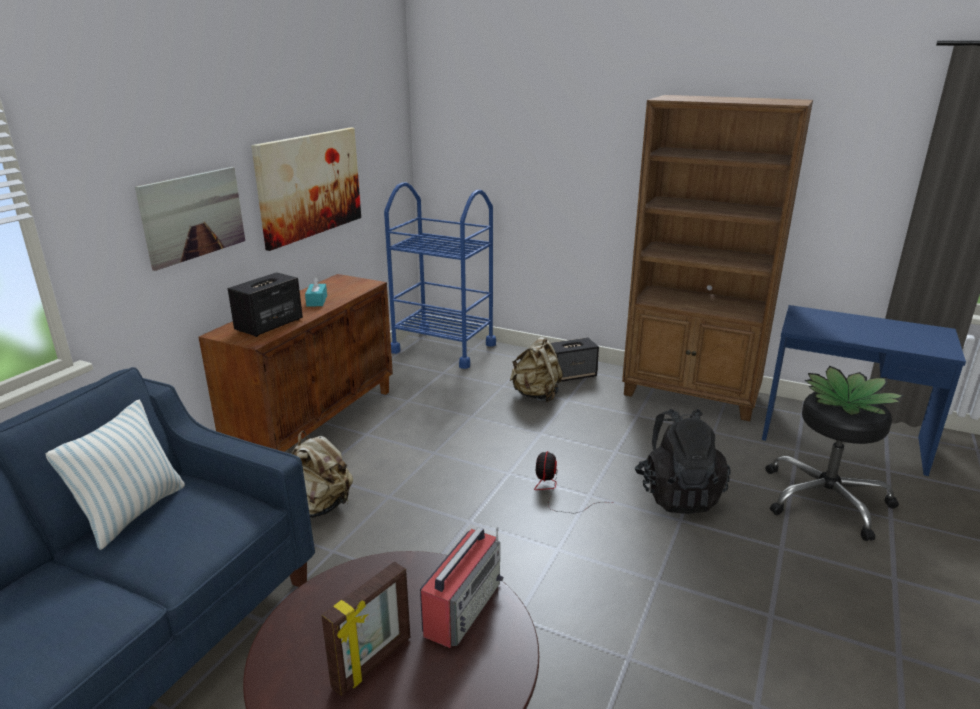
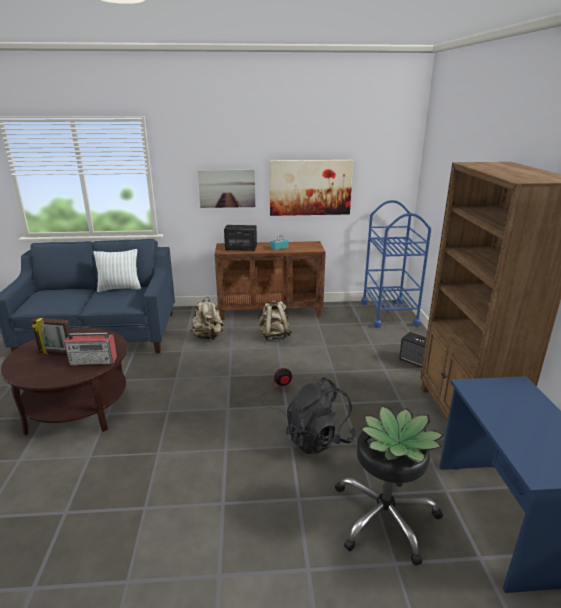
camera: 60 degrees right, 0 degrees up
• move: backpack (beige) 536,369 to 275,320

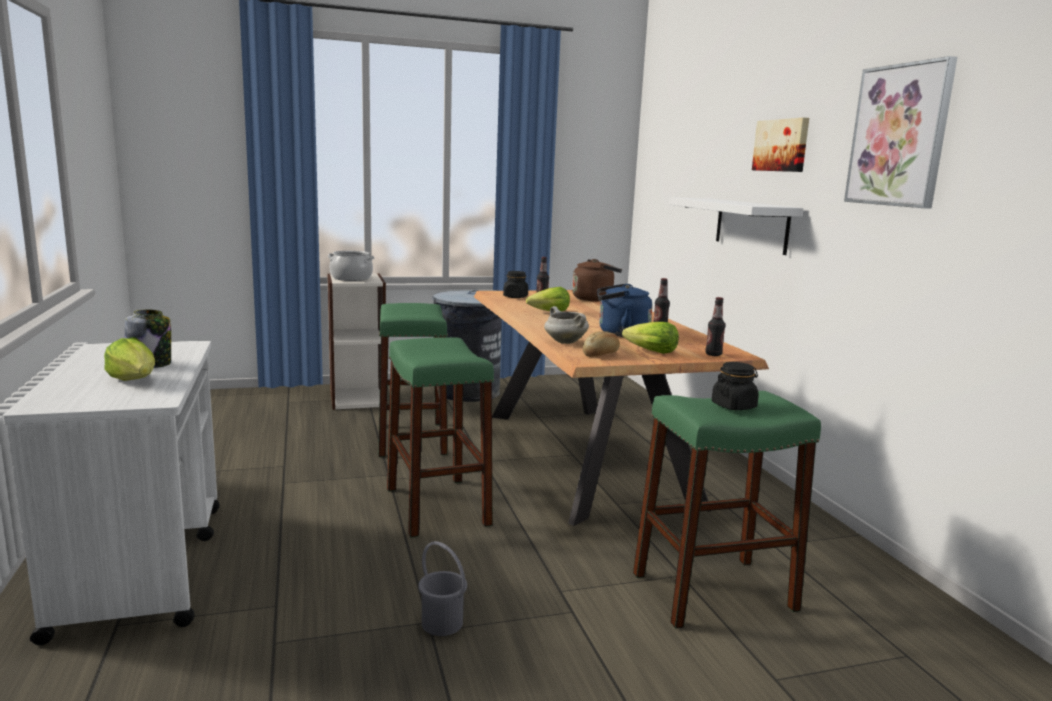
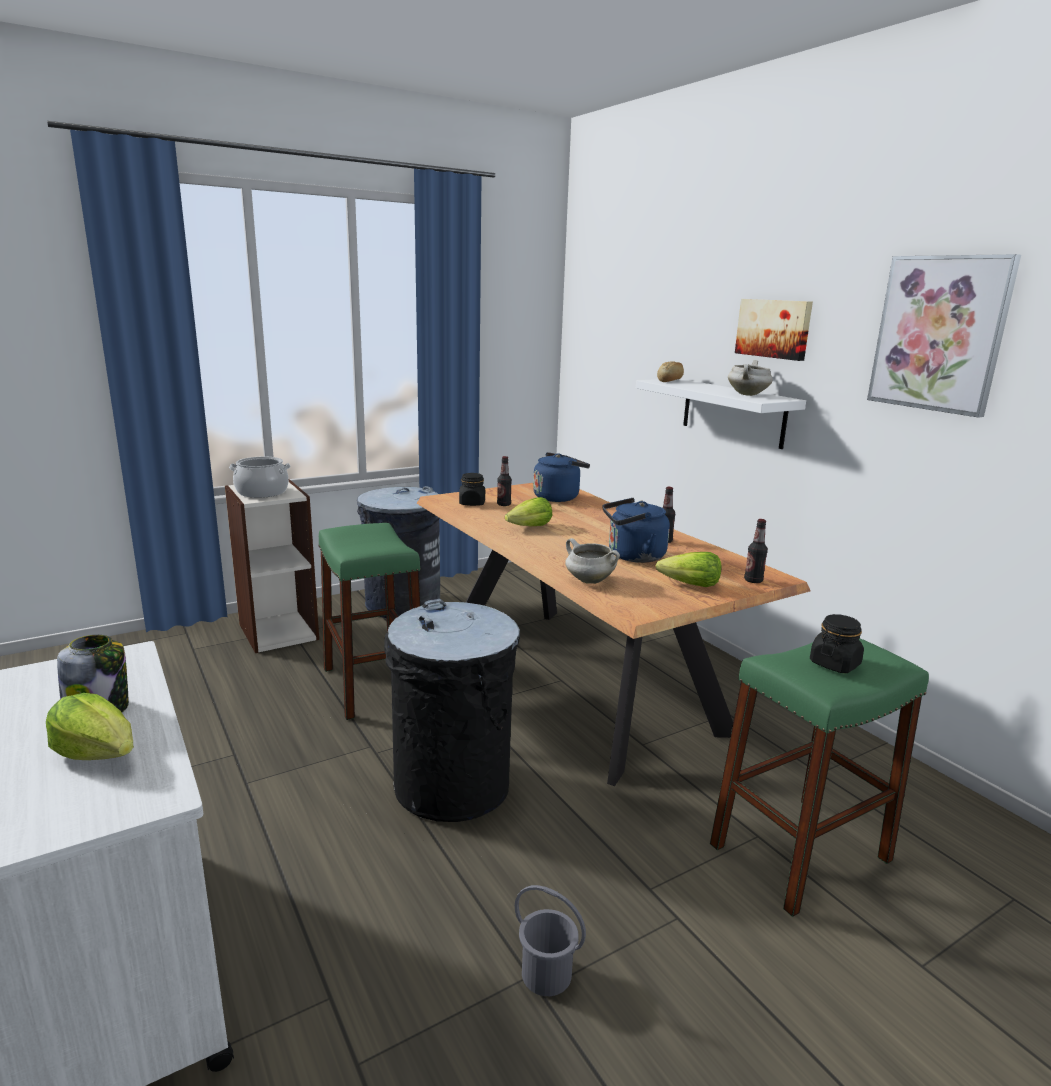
camera: 15 degrees left, 5 degrees up
• replace: stool (green) 440,437 to trash can (black) 452,710
• recolor: kettle (brown) 597,280 to kettle (blue) 561,477
• move: bread 601,344 to 670,371
• insert: cooking pot (white) 750,378

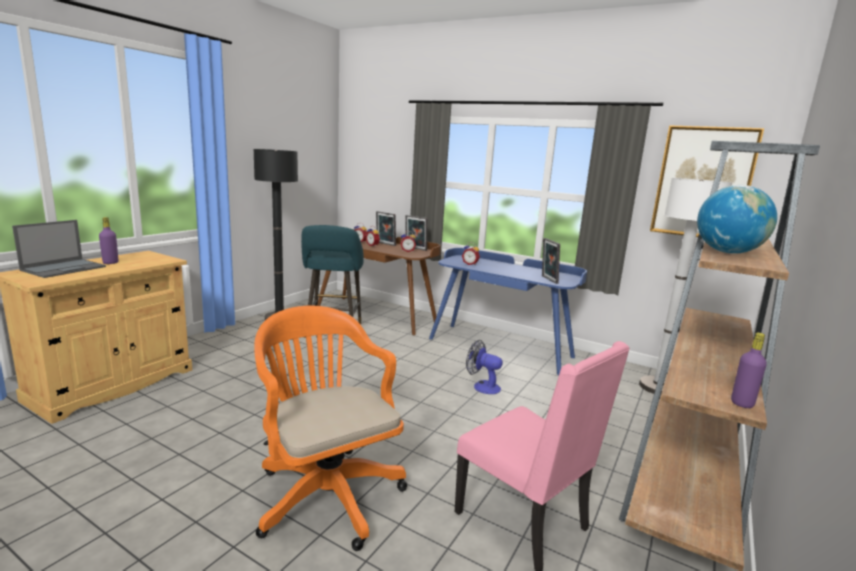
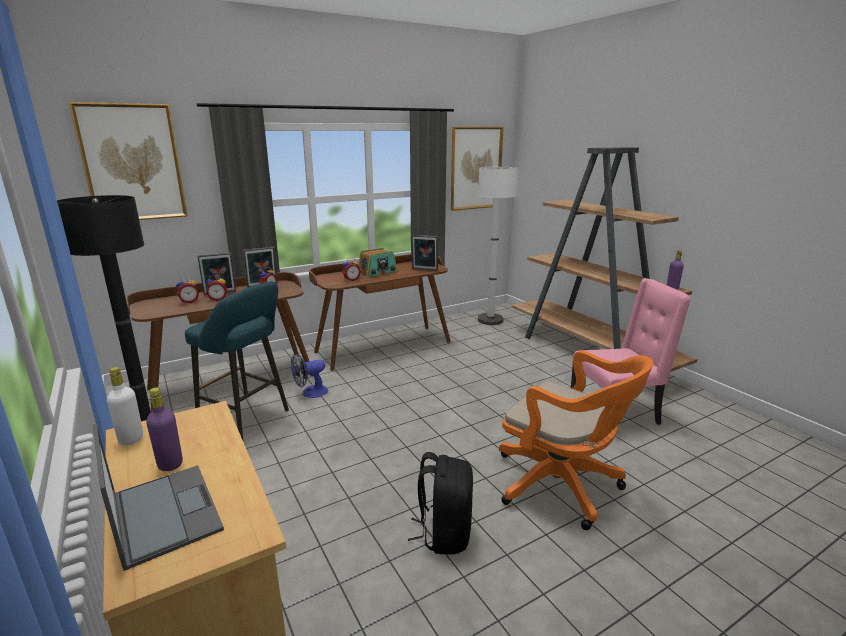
camera: 60 degrees left, 5 degrees up
• insert: picture 128,161
• insert: bottle (white) 125,406
• move: fan 484,367 to 309,375
• recolor: desk (blue) 508,311 to desk (brown) 380,312
• insert: radio 377,262
• insert: backpack (black) 440,503
• rotate: office chair (orange) 330,428 = 576,440 135 degrees counterclockwise
• delete: globe 737,219

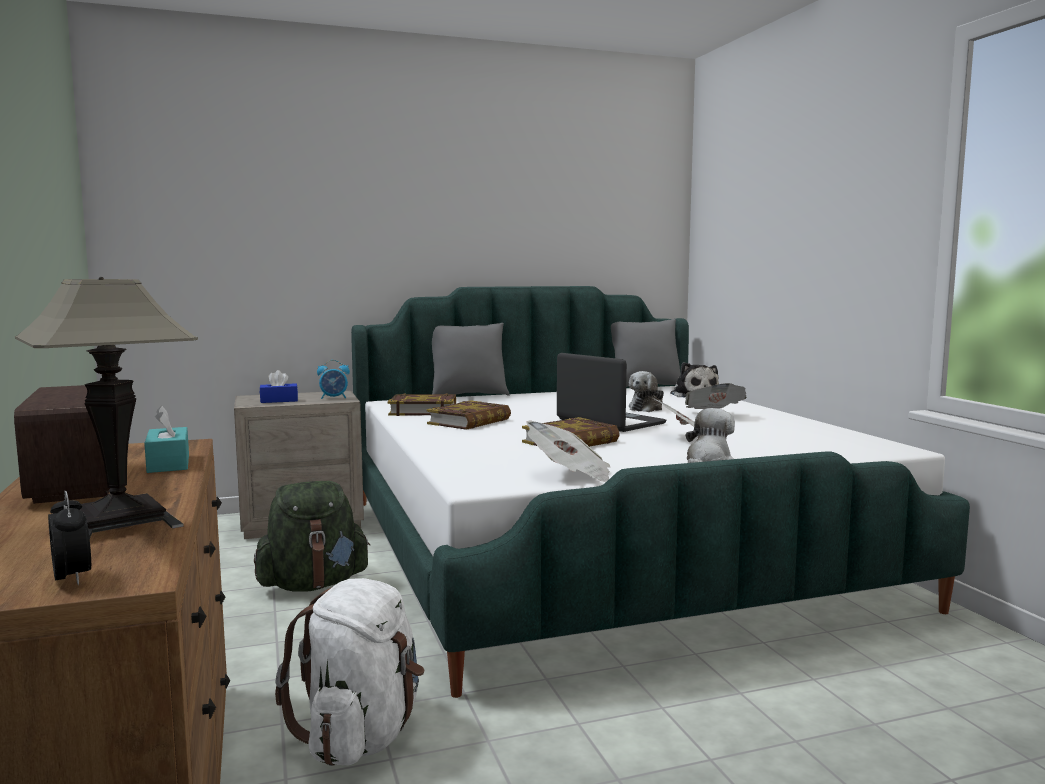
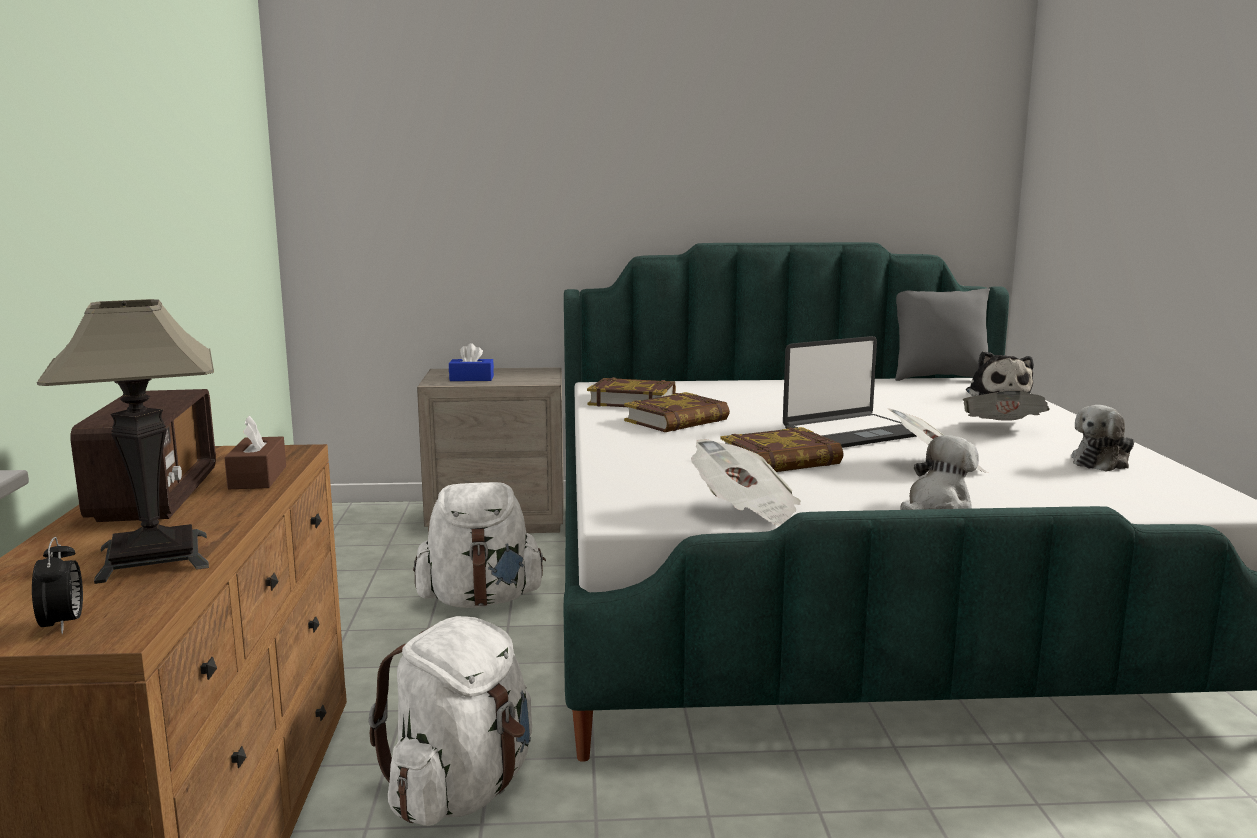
camera: 15 degrees right, 5 degrees up
• recolor: tissue box (turquoise) 166,439 to tissue box (brown) 255,452
• recolor: backpack (green) 312,536 to backpack (white) 479,545
• rotate: laptop 611,392 = 850,392 90 degrees clockwise
• move: plush toy 646,391 to 1102,438
• delete: alarm clock 333,379
• delete: pillow (grey) 471,359

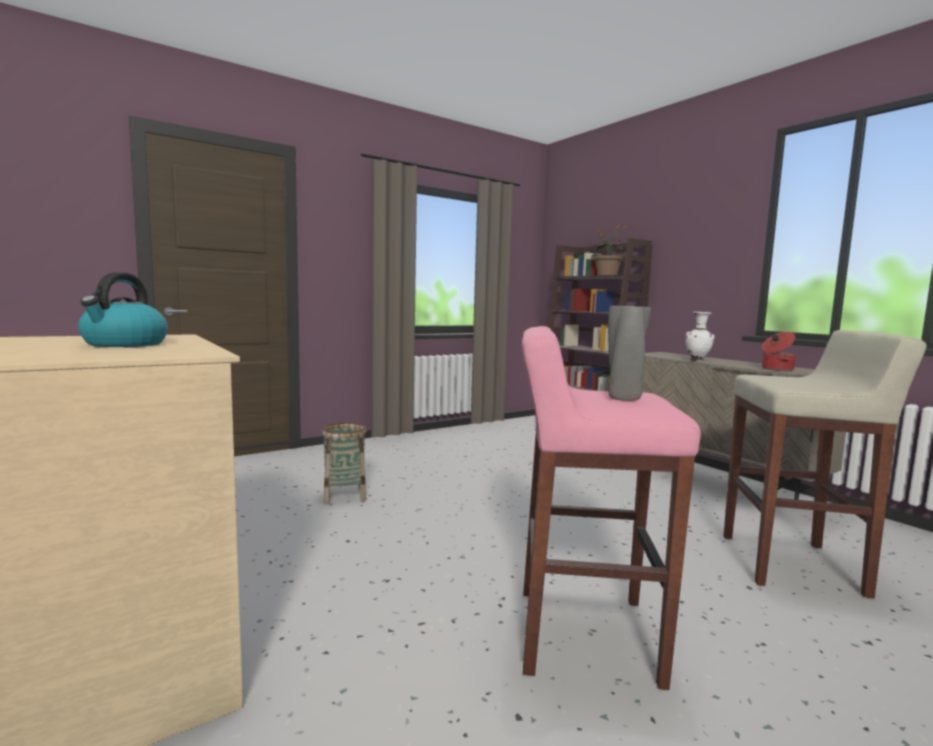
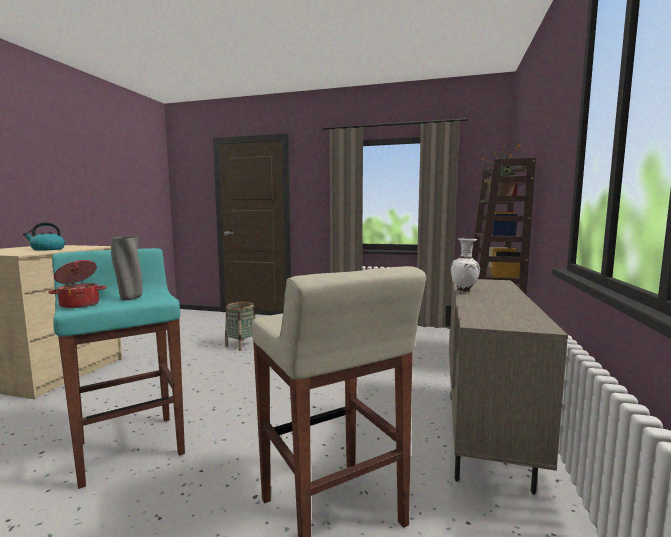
camera: 50 degrees right, 0 degrees up
• move: cooking pot 779,351 to 77,284
• recolor: stool (pink) 611,508 to stool (turquoise) 118,368

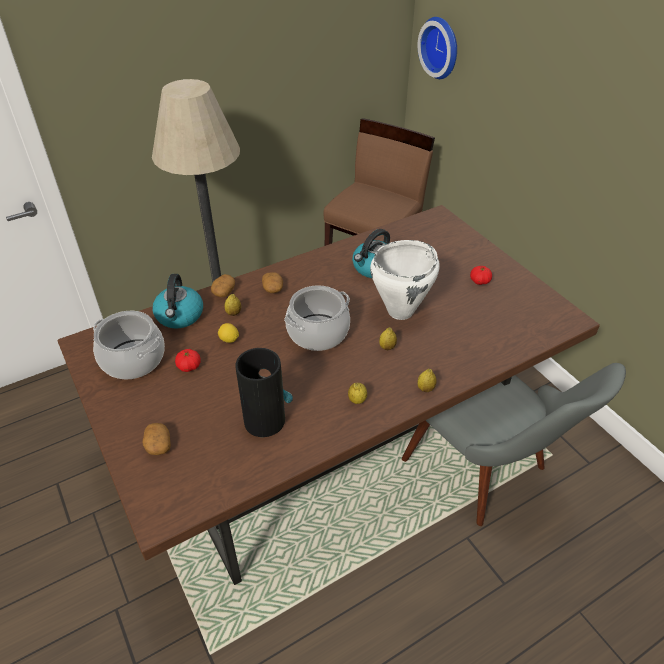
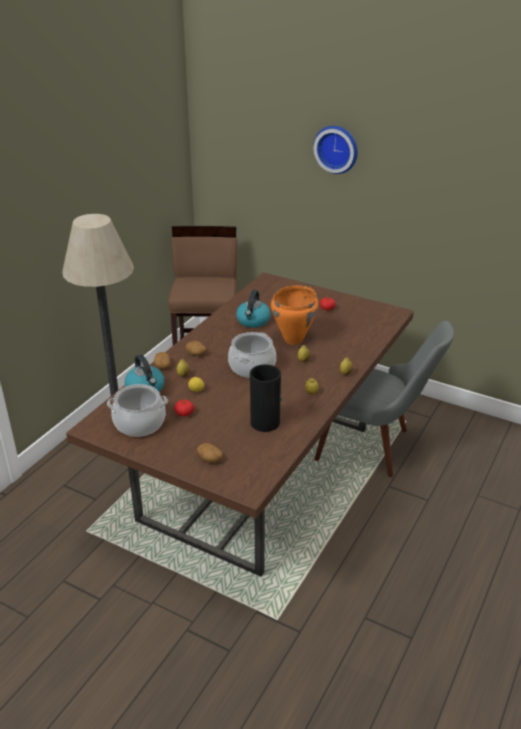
camera: 30 degrees left, 10 degrees down
• recolor: cooking pot (white) 405,280 to cooking pot (orange) 294,315
• move: wall clock 437,48 to 335,150

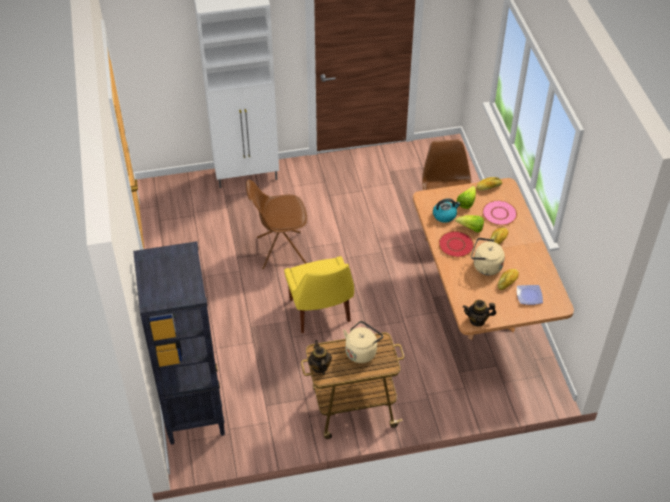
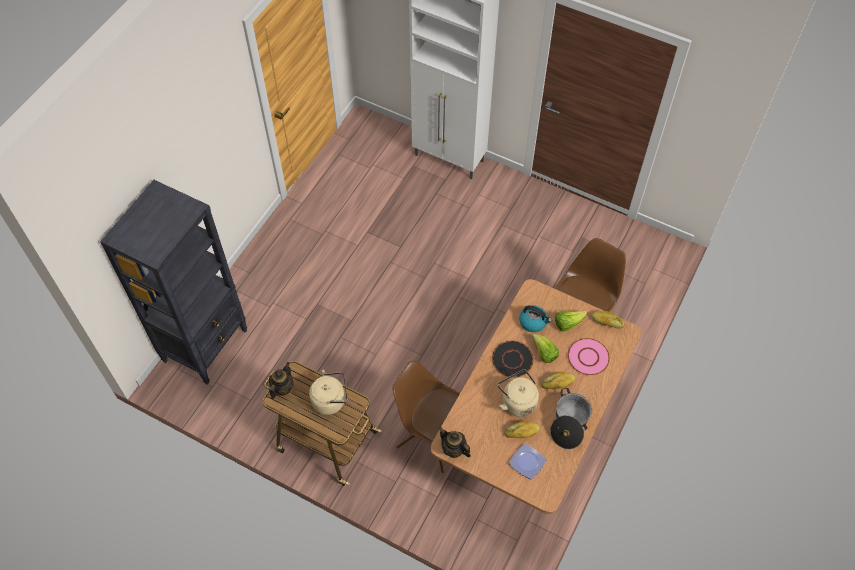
camera: 40 degrees right, 10 degrees up
• move: chair (brown) 276,224 to 426,417
• recolor: plate (red) 456,244 to plate (black) 513,359
• insert: cooking pot 571,418
• delete: chair (yellow) 319,294

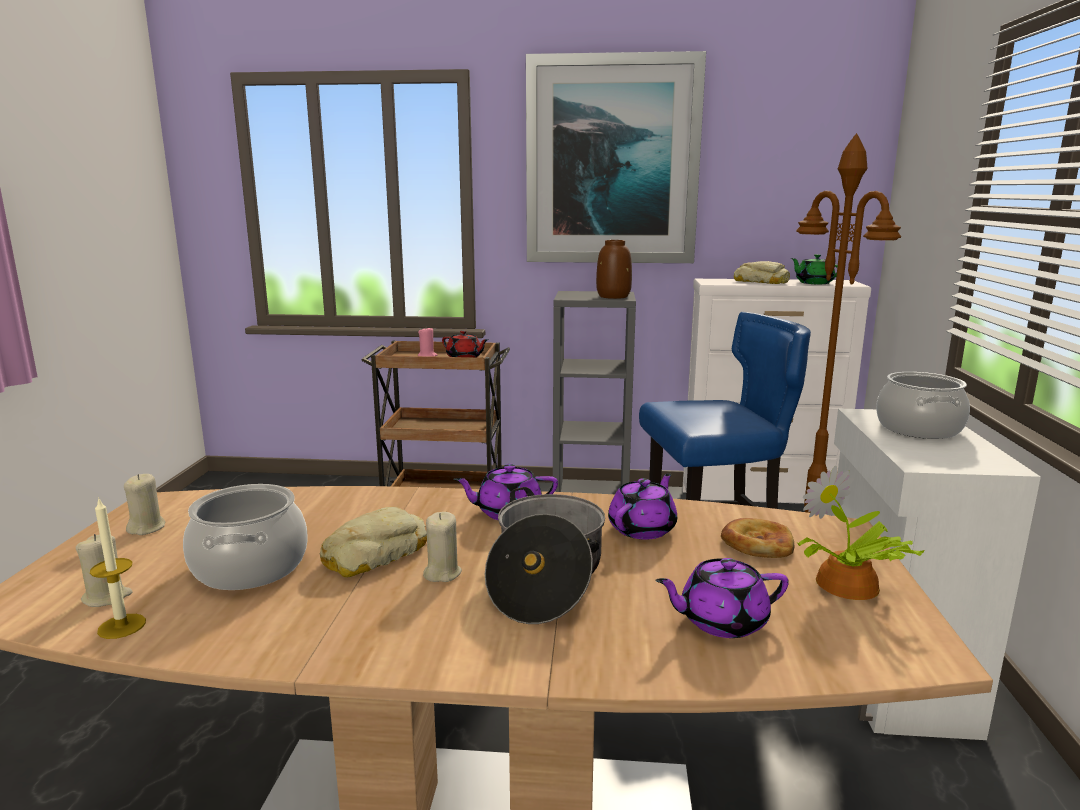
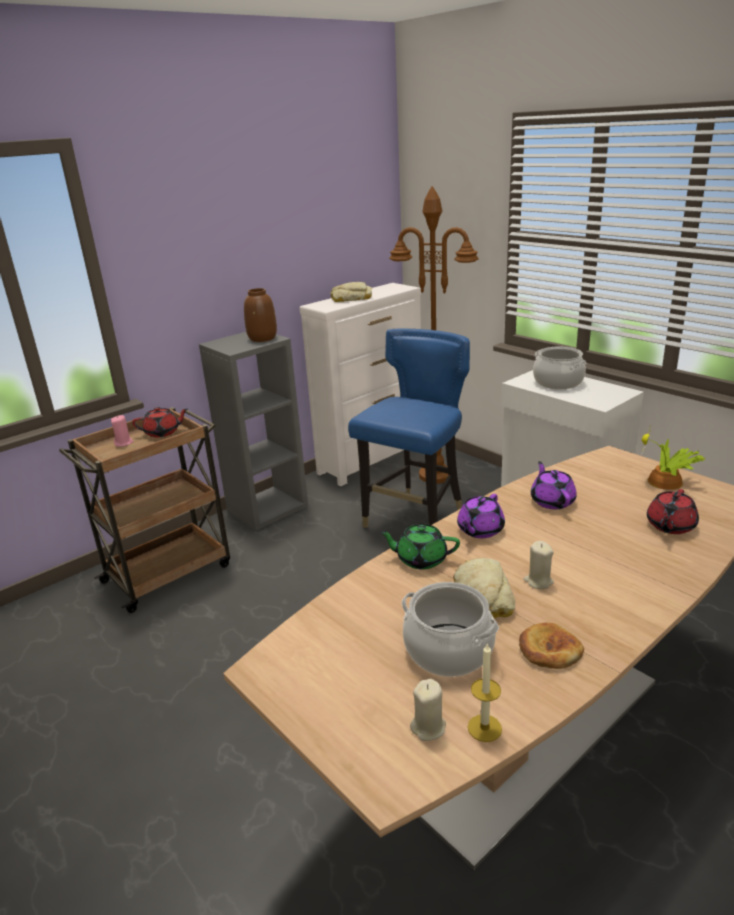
camera: 45 degrees left, 10 degrees up
• move: teapot (green) 814,269 to 419,546
• move: bread 757,538 to 551,646
• recolor: teapot (purple) 722,598 to teapot (red) 673,511
• delete: candle (beige) 144,504
• delete: cooking pot 545,555
• delete: picture 616,157

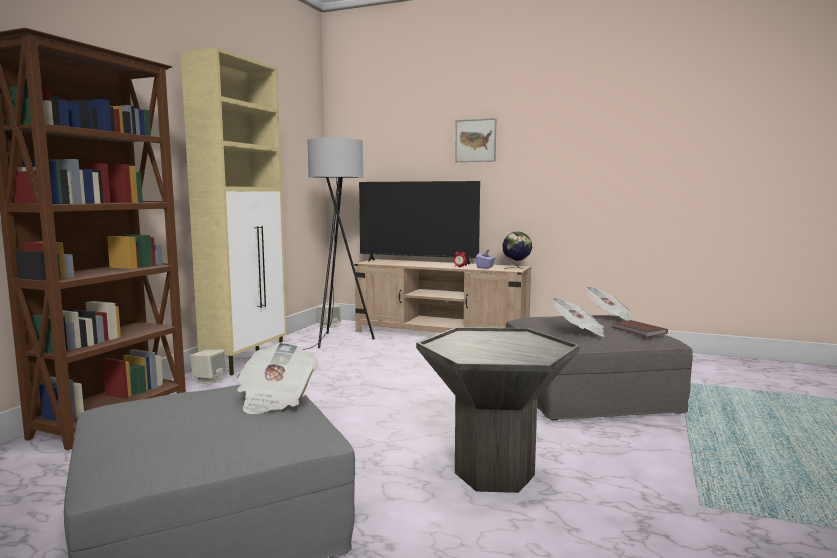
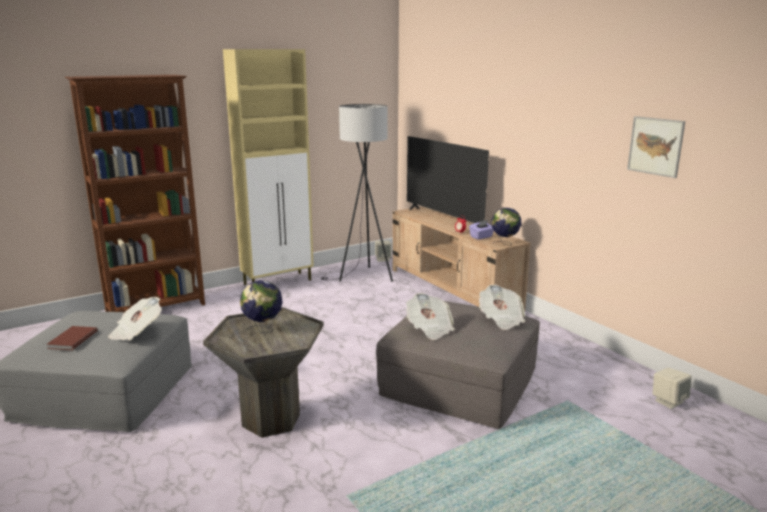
camera: 35 degrees right, 10 degrees up
• move: book (brown) 640,328 to 72,338
• insert: globe 261,306
• move: picture 475,140 to 656,147
• move: speaker (beige) 208,367 to 672,388

